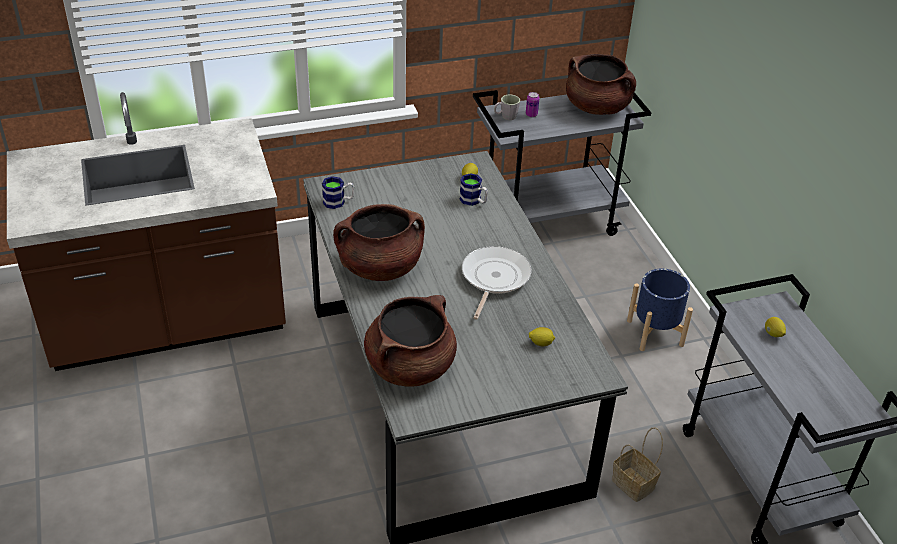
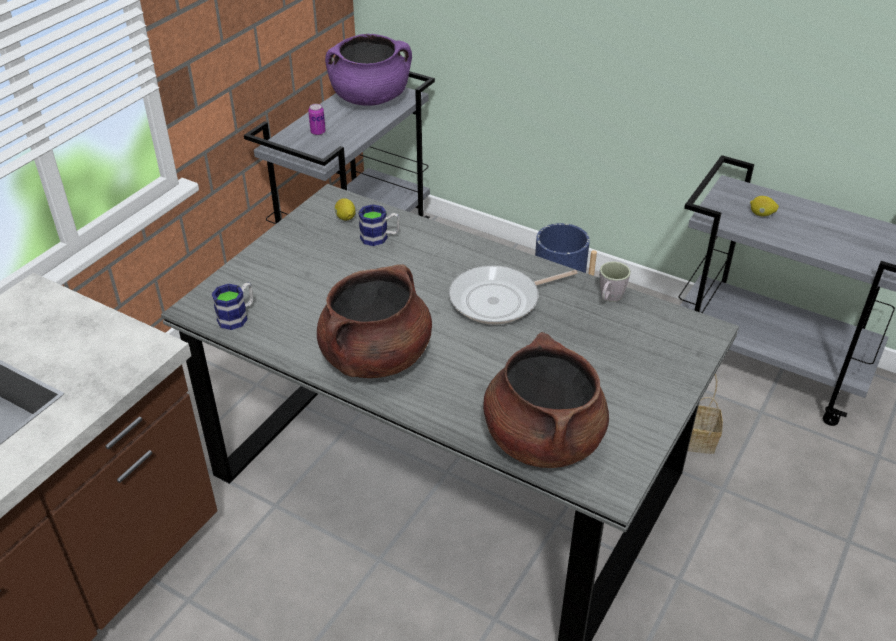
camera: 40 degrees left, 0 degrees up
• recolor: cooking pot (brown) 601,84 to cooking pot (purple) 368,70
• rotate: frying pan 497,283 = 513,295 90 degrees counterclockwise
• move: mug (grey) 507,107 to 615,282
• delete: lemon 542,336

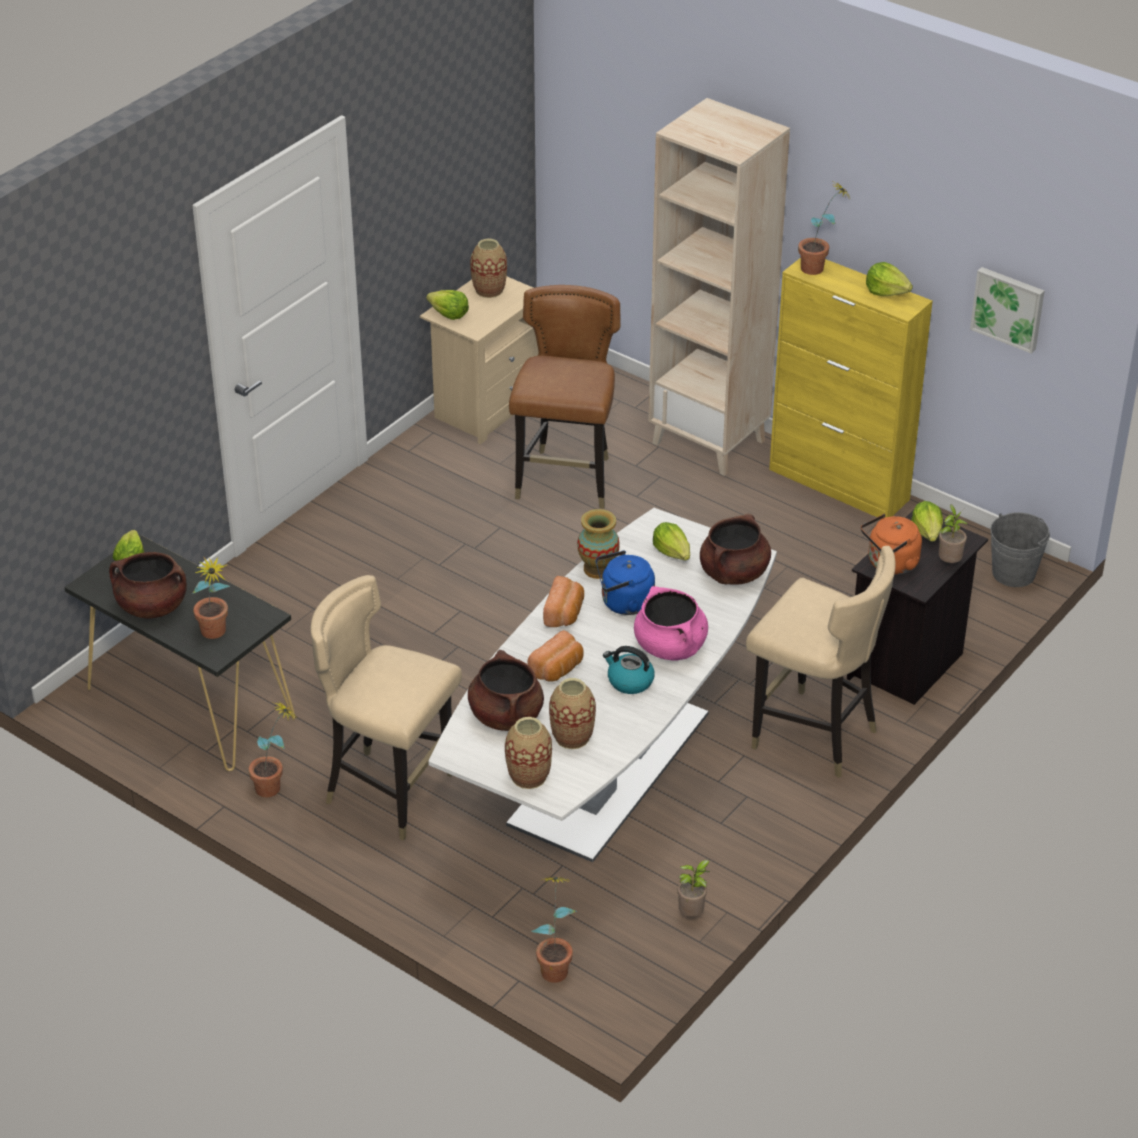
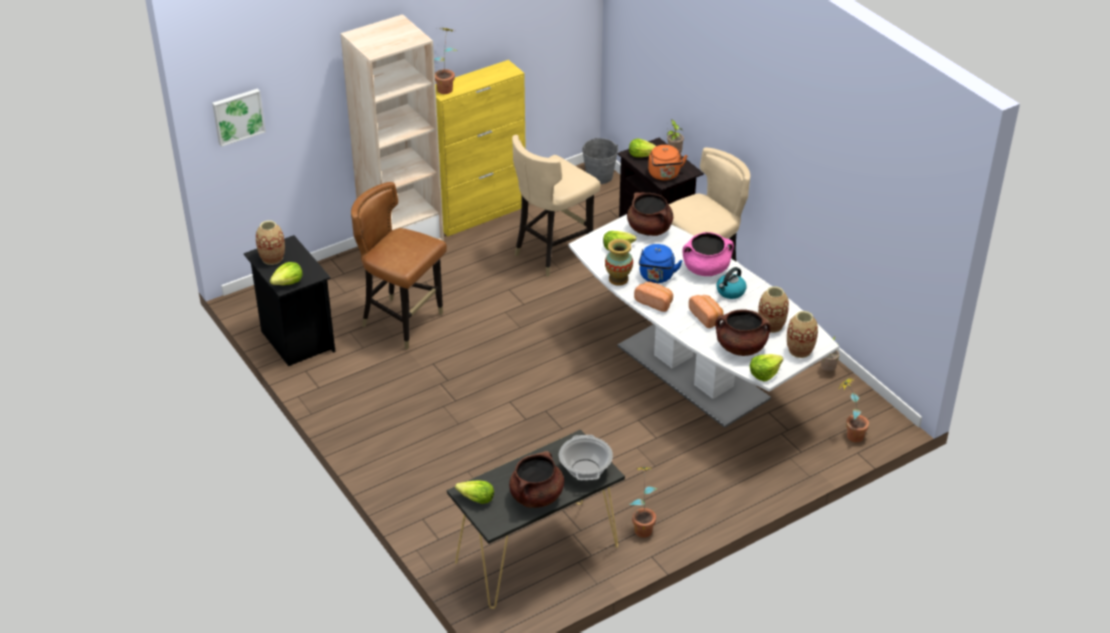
camera: 70 degrees left, 0 degrees up
• move: picture 1007,310 to 239,117
• recolor: nightstand (beige) 479,361 to nightstand (black) 289,300
• move: chair (beige) 386,708 to 556,206
• replace: potted plant 211,597 to cooking pot 586,457
• move: lettuce 889,279 to 766,368

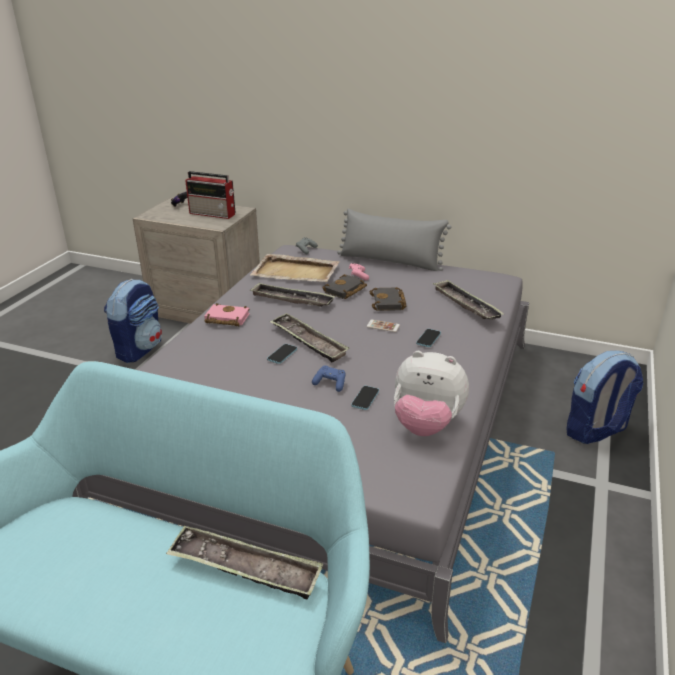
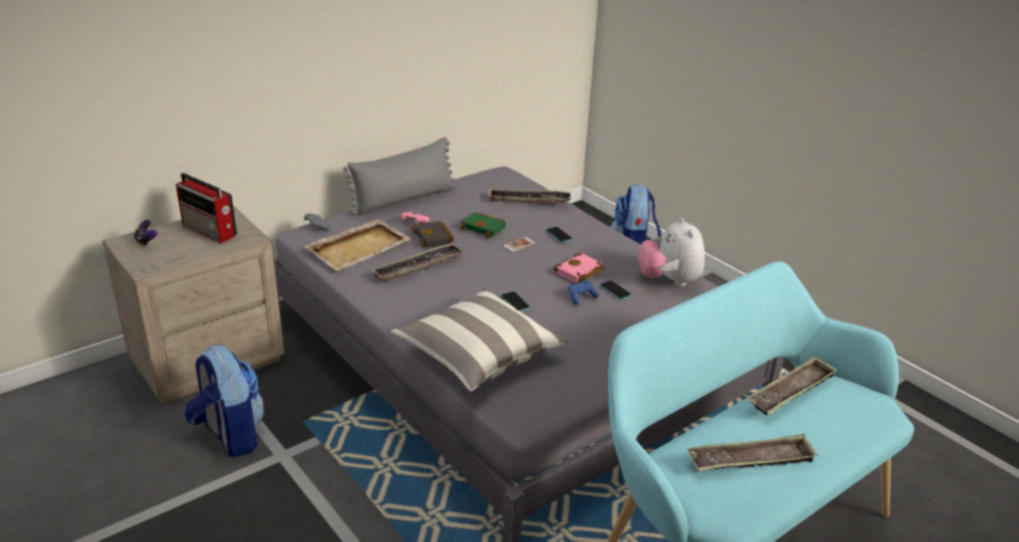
camera: 60 degrees left, 0 degrees up
• rotate: radio 210,195 = 206,208 75 degrees clockwise
• insert: pillow 480,339
• recolor: book (black) 387,299 to book (green) 483,225
• move: book (pink) 227,314 to 579,268
• rotate: plush toy 431,393 = 671,252 120 degrees clockwise
• move: tray 309,337 to 752,452

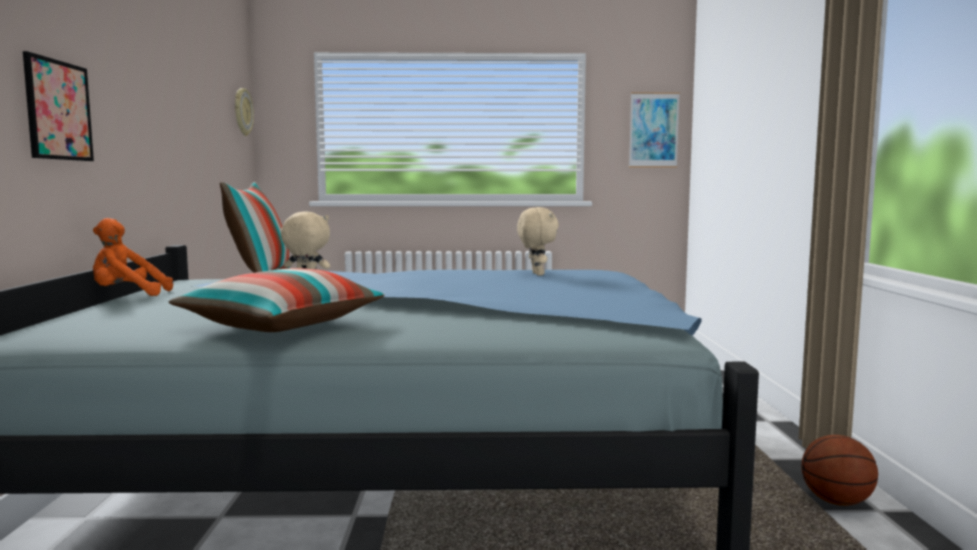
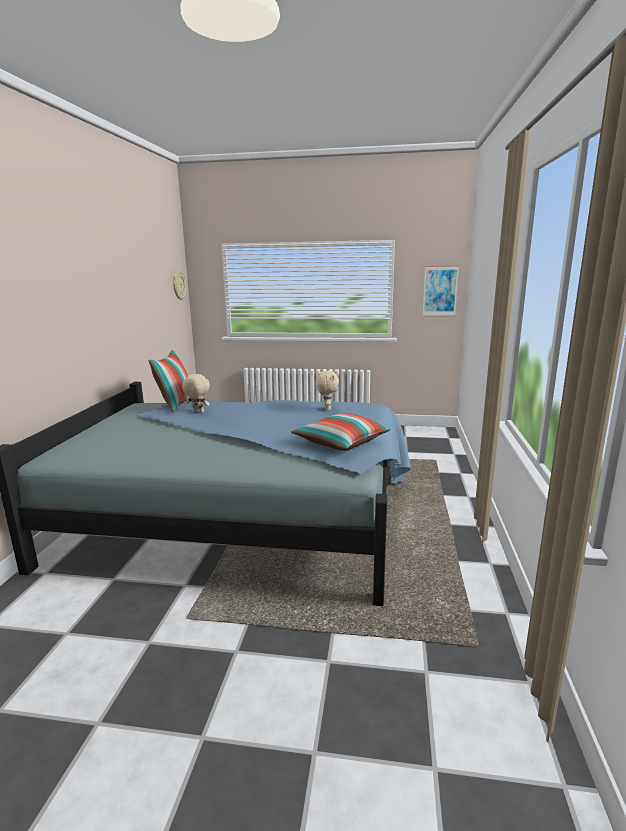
camera: 10 degrees right, 10 degrees up
• move: pillow 276,300 to 341,432
• delete: picture 58,106
• delete: plush toy (orange) 133,257
• delete: basketball 839,470

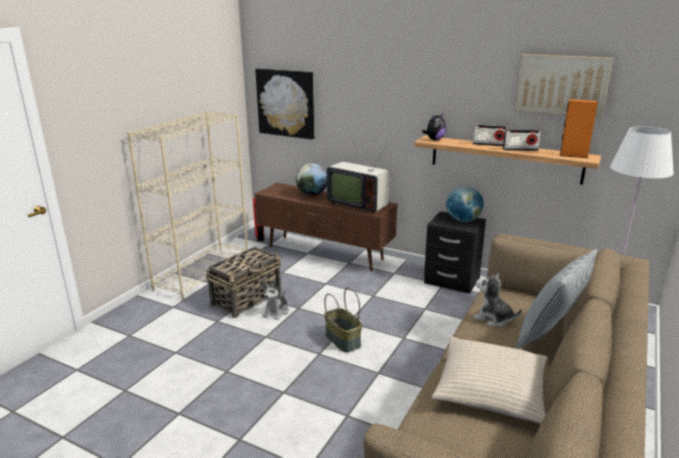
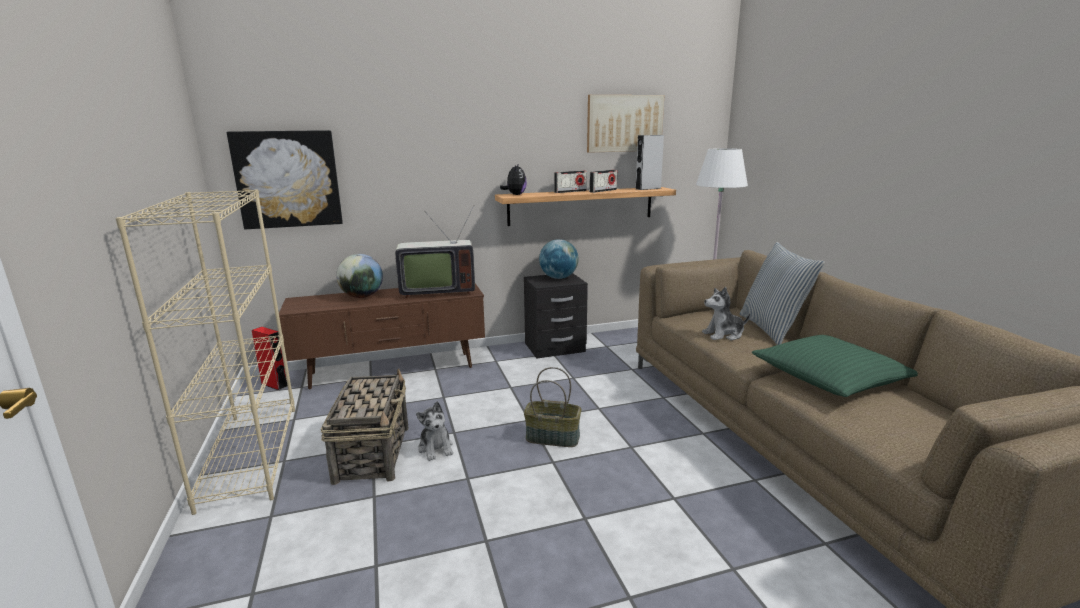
camera: 45 degrees left, 5 degrees down
• recolor: speaker (orange) 579,128 to speaker (grey) 650,162
• recolor: pillow (beige) 490,380 to pillow (green) 835,366

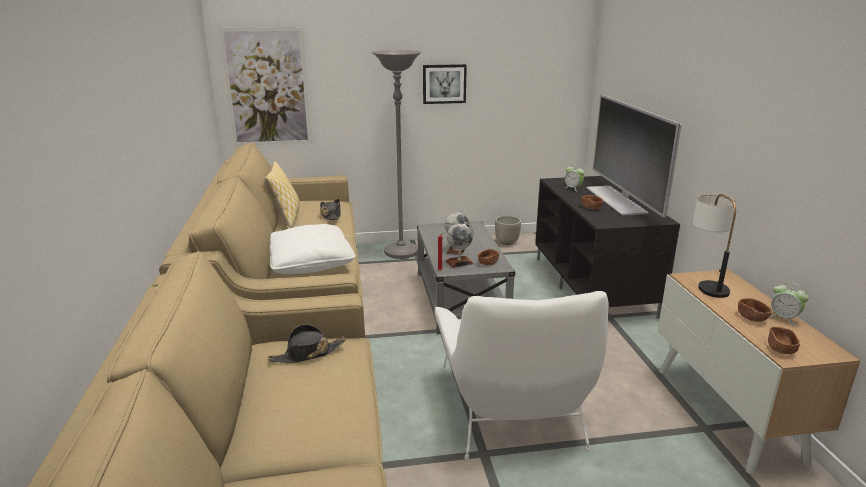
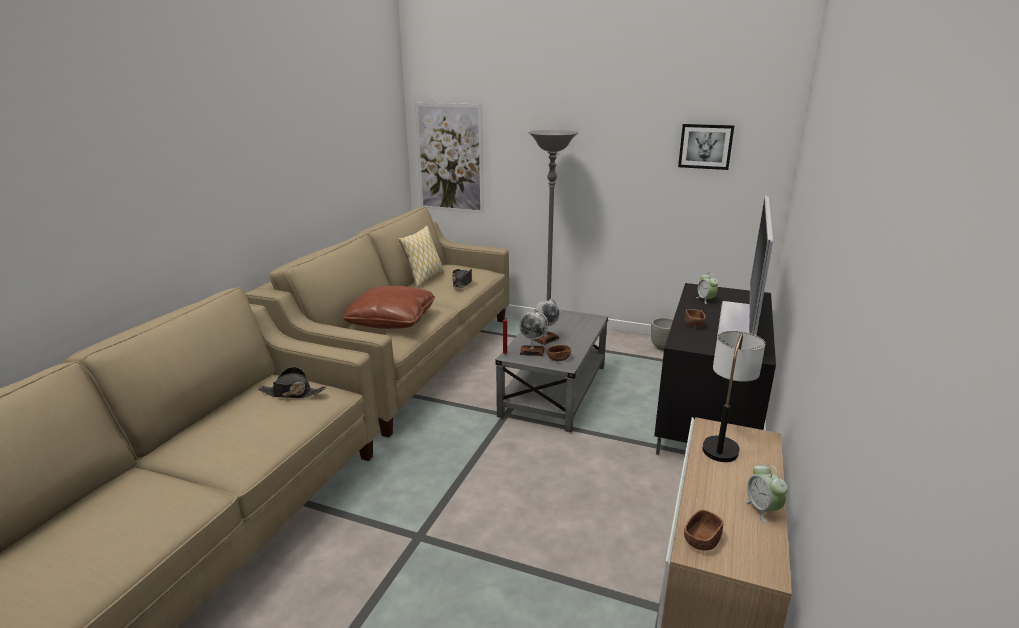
camera: 30 degrees right, 0 degrees up
• recolor: pillow (white) 313,249 to pillow (brown) 388,307
• move: picture 445,84 to 706,147
• delete: armchair (white) 522,375
• delete: bowl (brown) 755,310

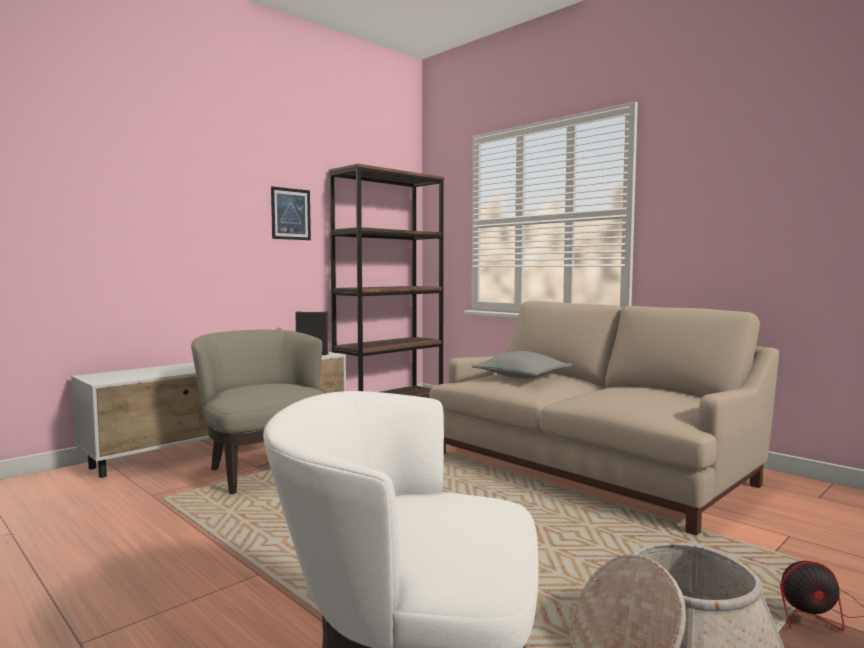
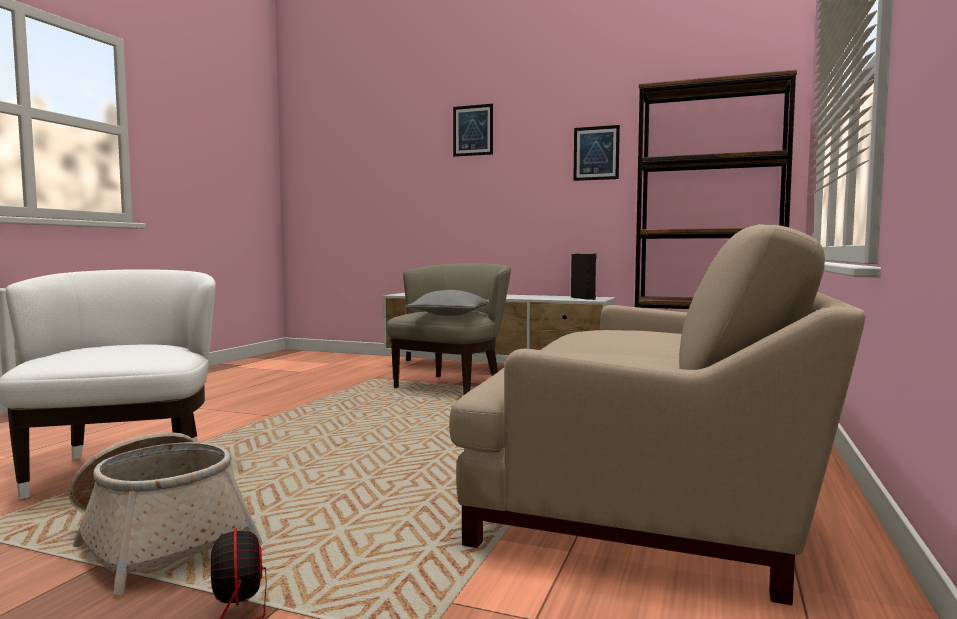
camera: 65 degrees right, 0 degrees up
• move: pillow (grey) 522,365 to 447,303
• insert: picture 473,130

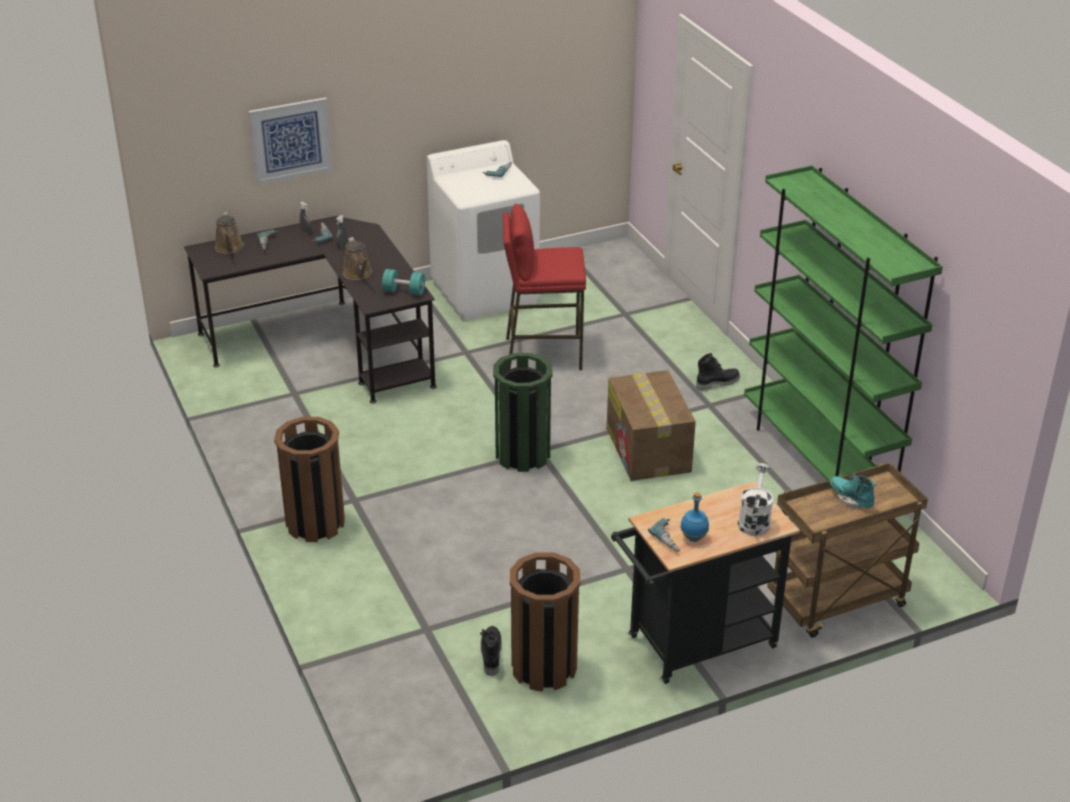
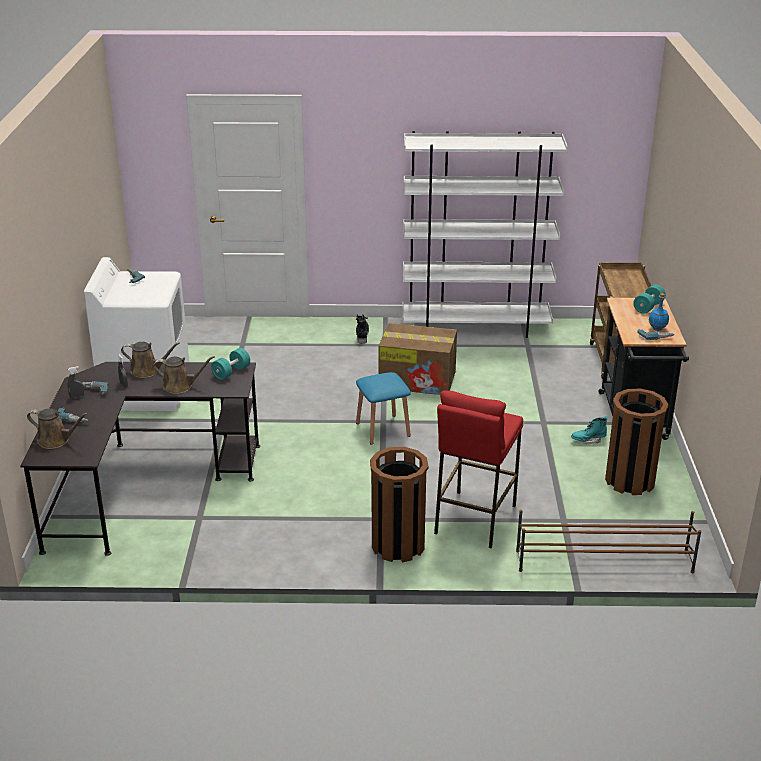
camera: 65 degrees left, 5 degrees down
• insert: watering can (brown) 150,360
• replace: trash can (green) 523,412 to stool (blue) 383,408
• recolor: bookcase (green) 843,322 to bookcase (white) 485,234
• move: stool (red) 544,287 to 478,469
• insert: shoe rack (brown) 608,541
• move: boot (turquoise) 853,492 to 589,430
• replace: watering can (white) 756,499 to dumbbell (turquoise) 649,299
• delete: picture 290,141
• delete: boot (black) 491,651

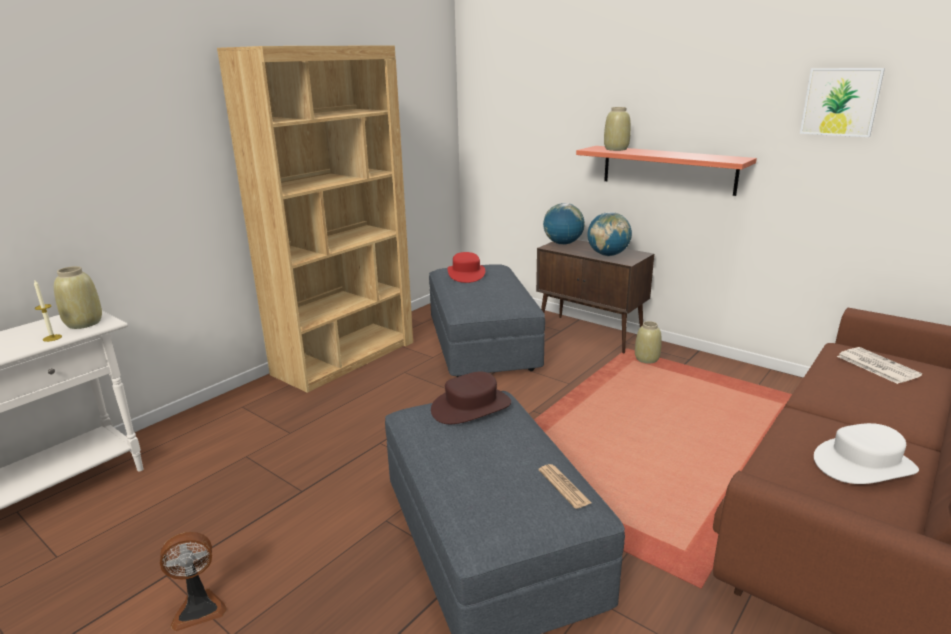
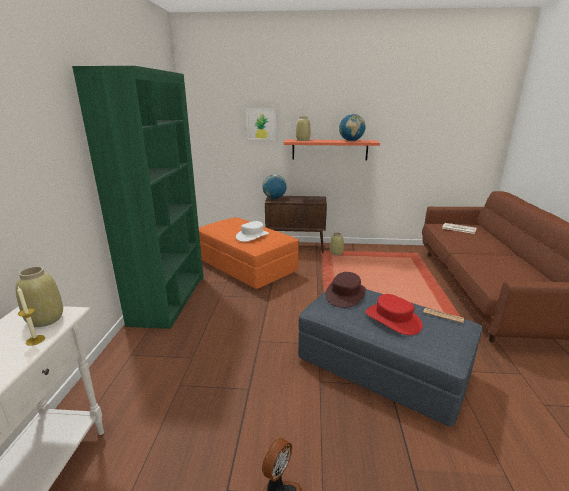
camera: 35 degrees left, 0 degrees up
• recolor: bookcase (brown) 315,219 to bookcase (green) 137,197
• recolor: ottoman (grey) 487,320 to ottoman (orange) 249,253
• move: hat (white) 866,453 to 252,231
• move: picture 842,102 to 261,124
• move: globe 609,234 to 352,127
• move: hat (red) 466,267 to 394,314

